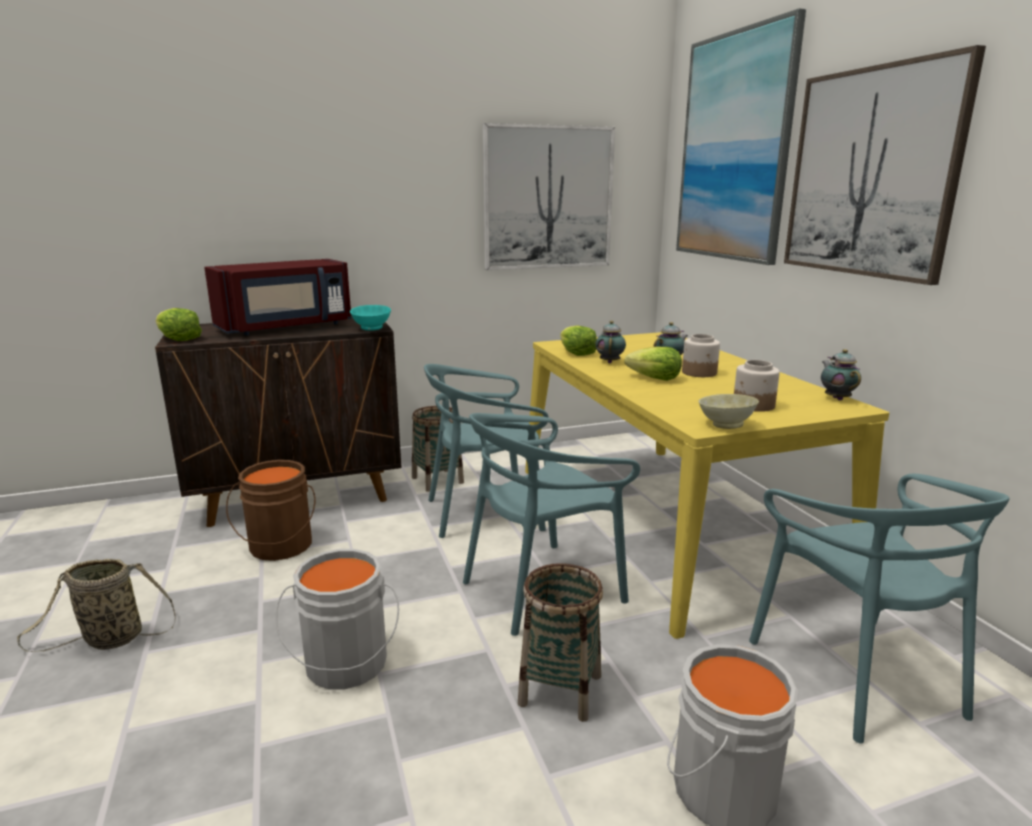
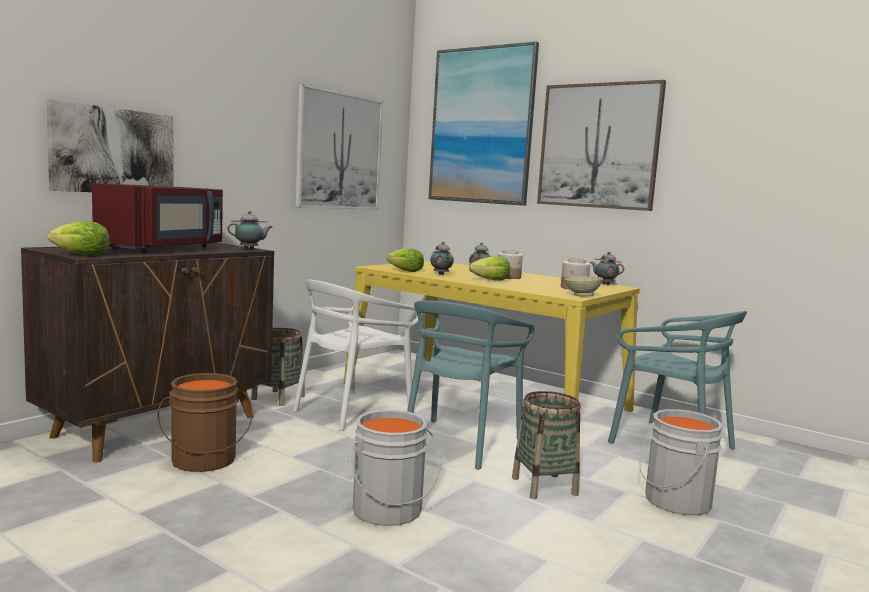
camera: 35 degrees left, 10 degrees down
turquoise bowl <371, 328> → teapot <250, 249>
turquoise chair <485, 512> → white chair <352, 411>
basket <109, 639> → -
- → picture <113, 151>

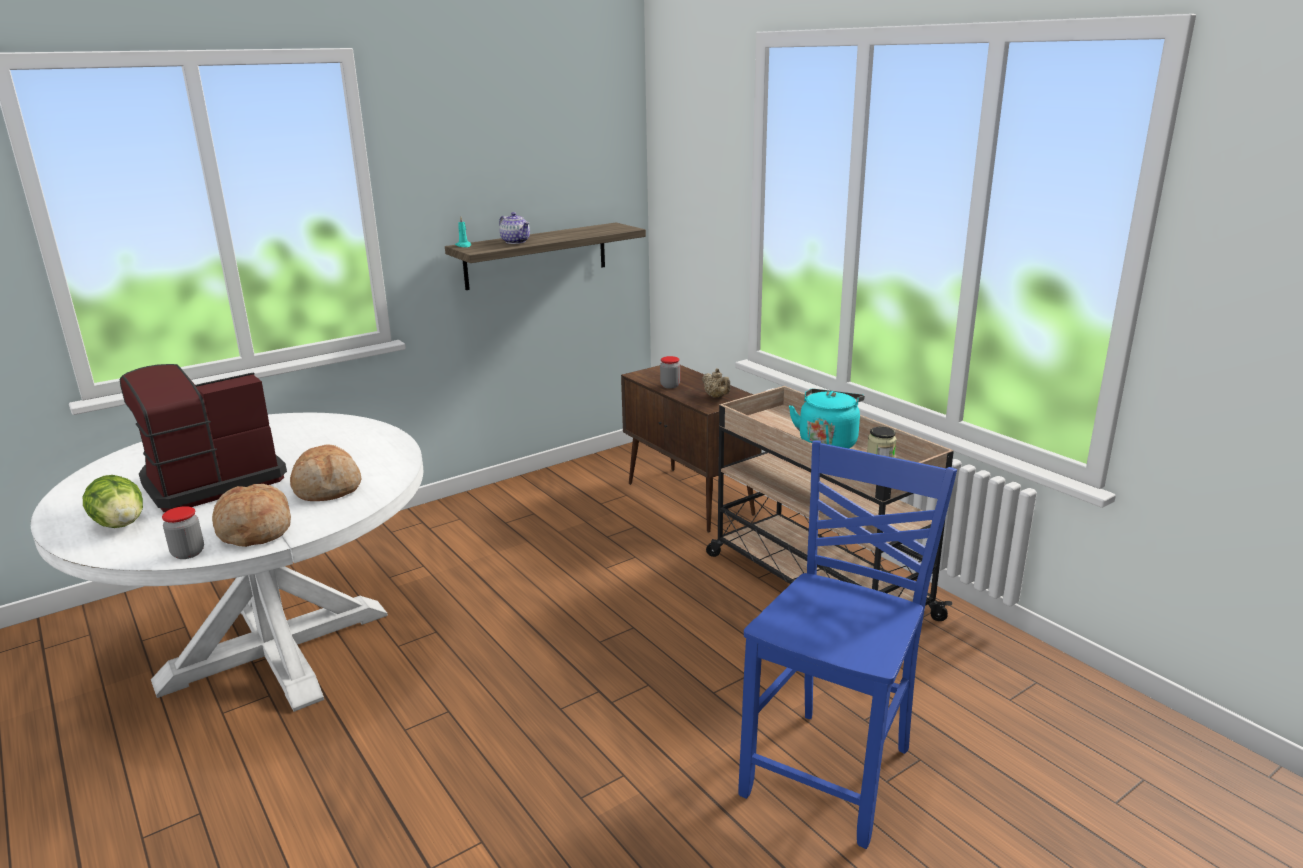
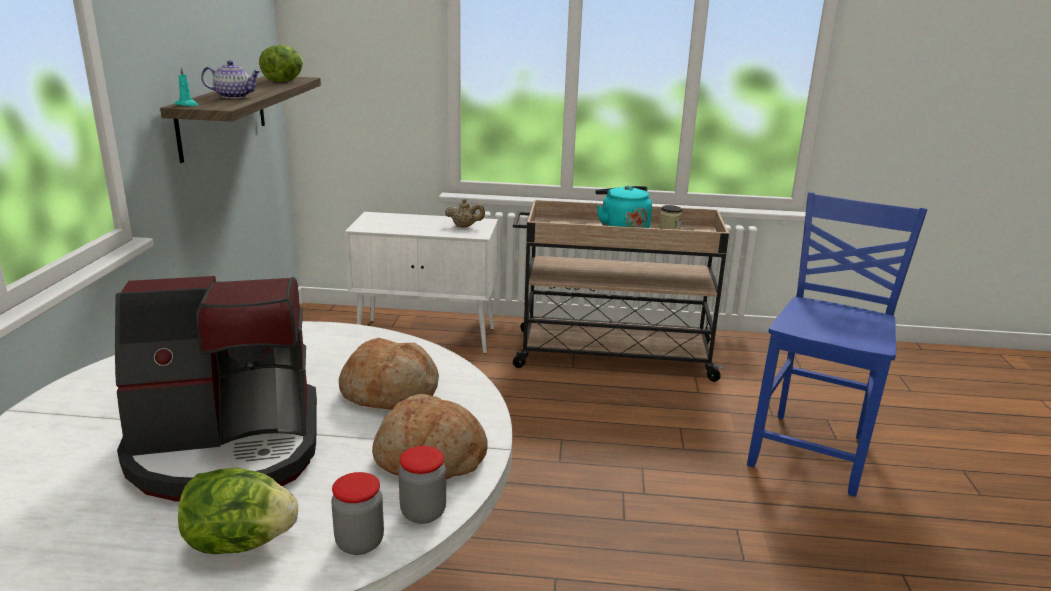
camera: 50 degrees left, 0 degrees up
jar <670, 386> → jar <359, 542>, relocated
coffee machine <211, 481> → coffee machine <227, 449>, 105 degrees counterclockwise
brown cabinet <690, 499> → white cabinet <427, 336>
blue chair <832, 772> → blue chair <812, 451>, 45 degrees clockwise
- → lettuce <284, 81>

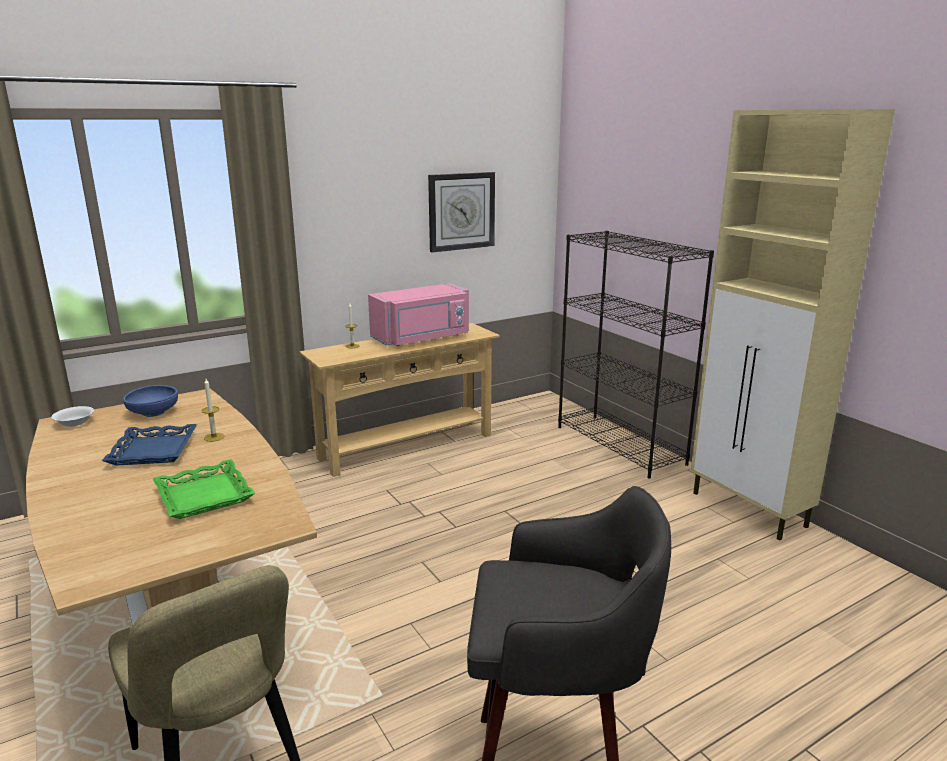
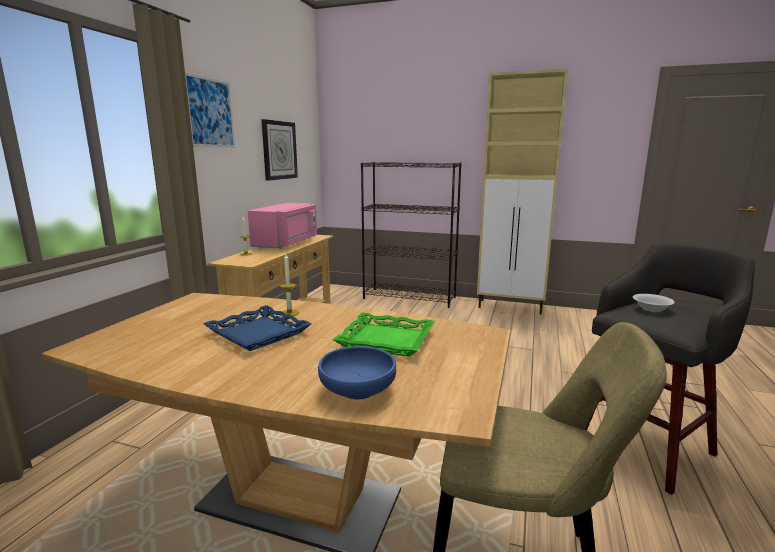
camera: 40 degrees left, 5 degrees down
blue bowl <153, 412> → blue bowl <358, 390>, relocated
white bowl <75, 423> → white bowl <652, 309>, relocated
- → picture <210, 113>

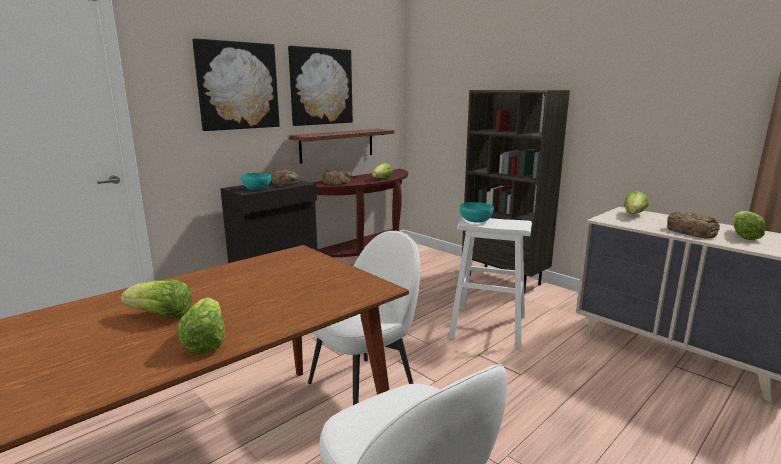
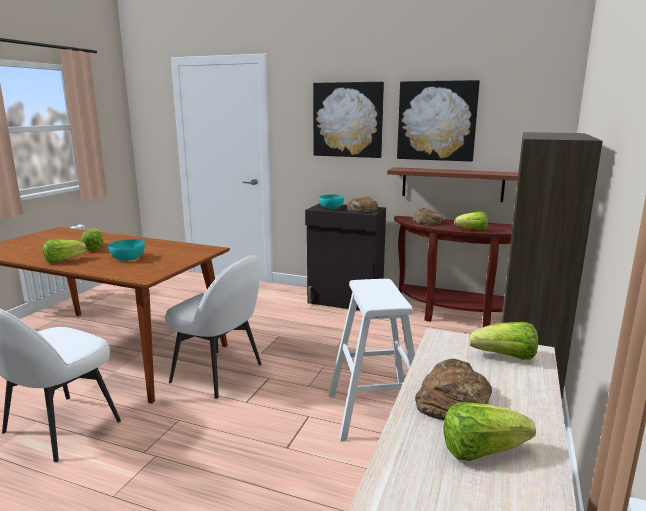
camera: 65 degrees right, 0 degrees up
turquoise bowl <475, 220> → turquoise bowl <128, 258>, relocated

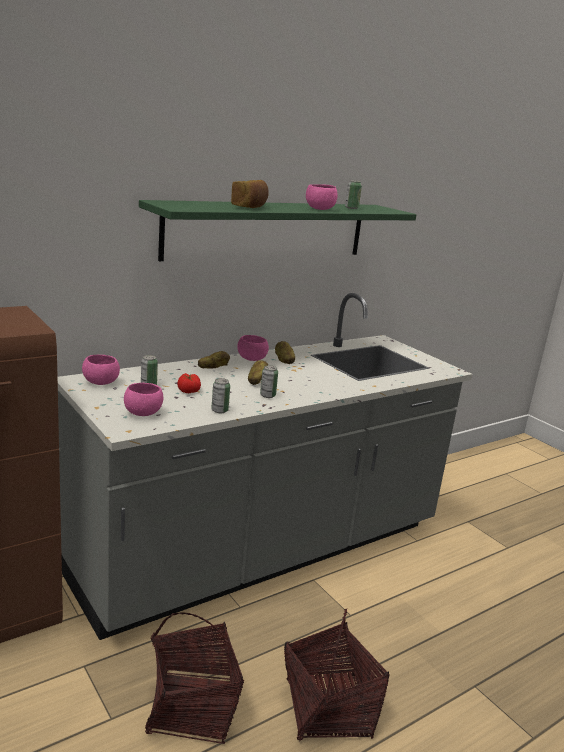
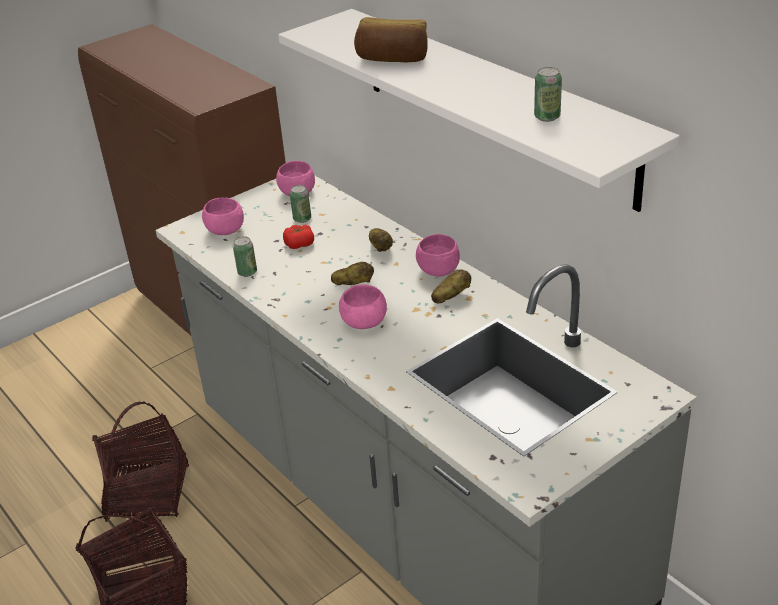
camera: 90 degrees right, 15 degrees up
pink bowl <319, 209> → pink bowl <364, 322>, relocated
green shelf <268, 230> → white shelf <492, 103>
can <267, 395> → -

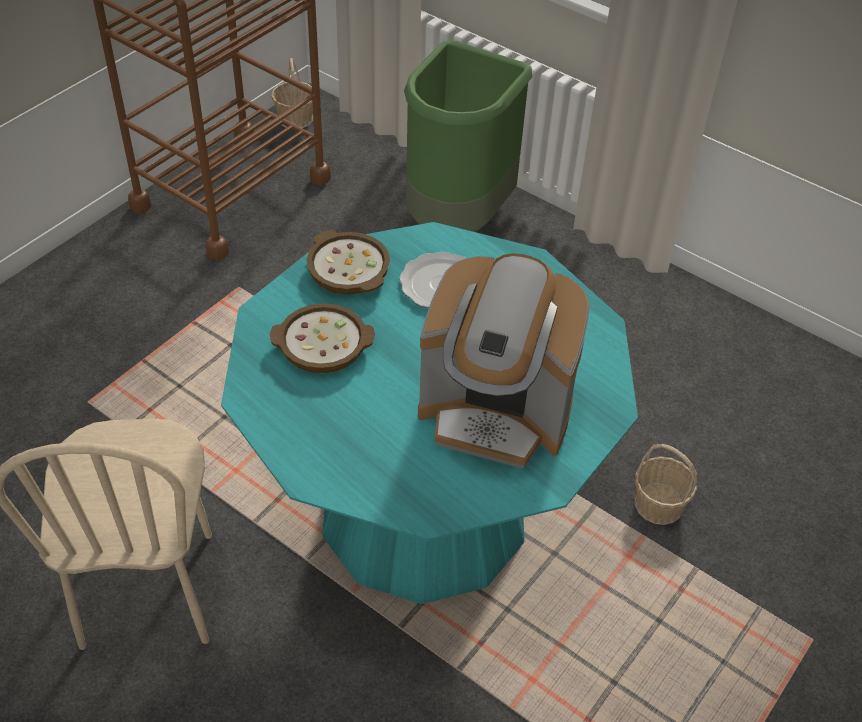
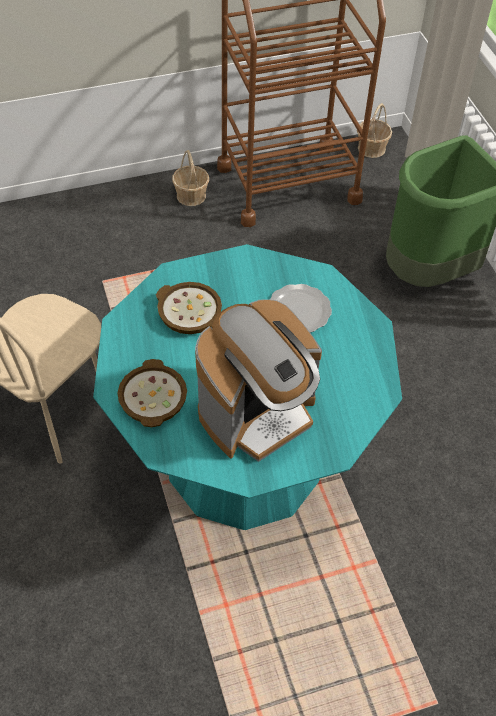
camera: 35 degrees right, 5 degrees up
bowl <348, 271> → bowl <152, 399>, relocated
coffee machine <496, 413> → coffee machine <258, 414>, 90 degrees counterclockwise
basket <658, 503> → basket <191, 195>, relocated

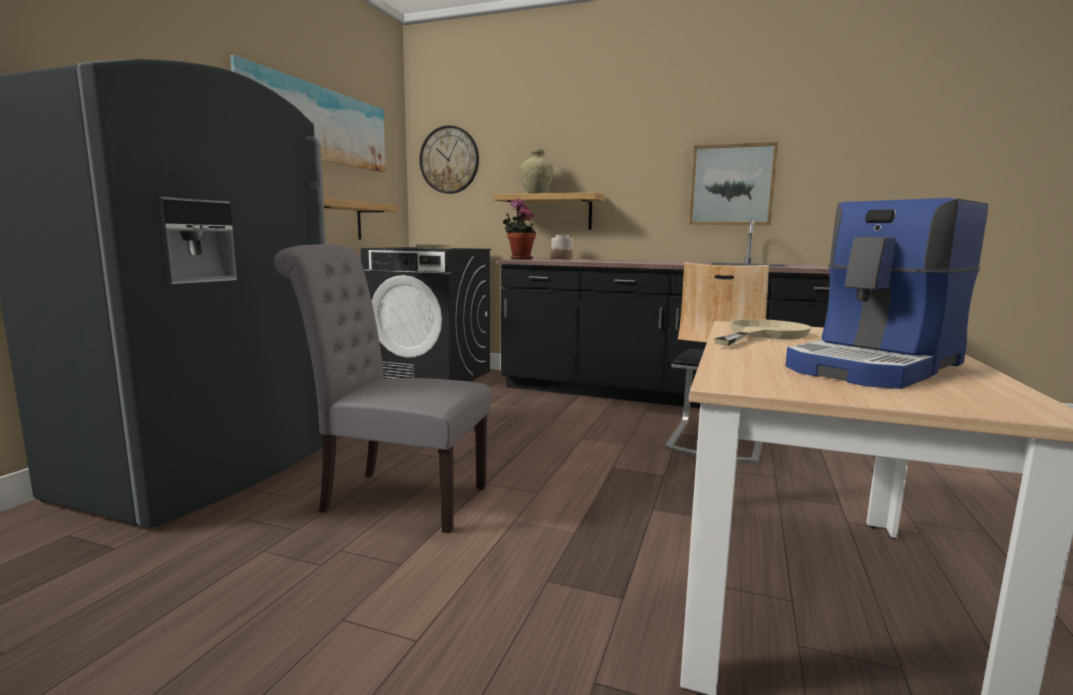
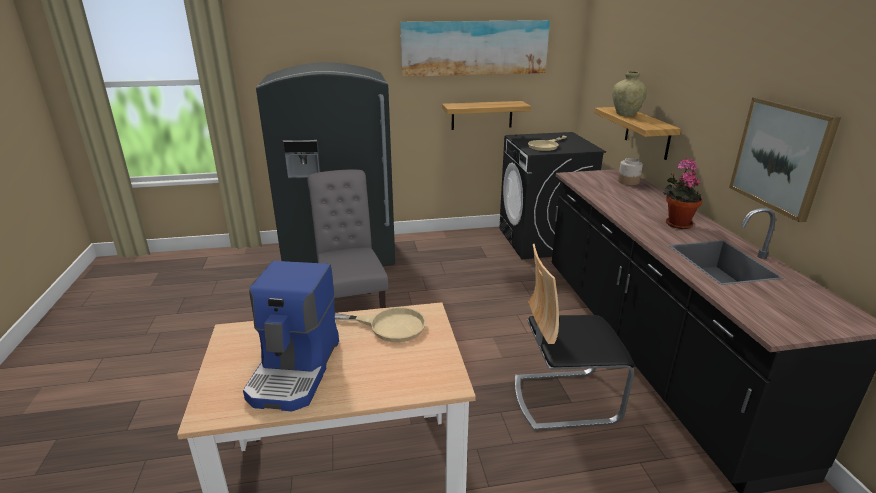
camera: 60 degrees right, 15 degrees up
wall clock <449, 160> → -
potted plant <519, 259> → potted plant <676, 223>, relocated
coffee machine <877, 367> → coffee machine <296, 370>, 105 degrees counterclockwise

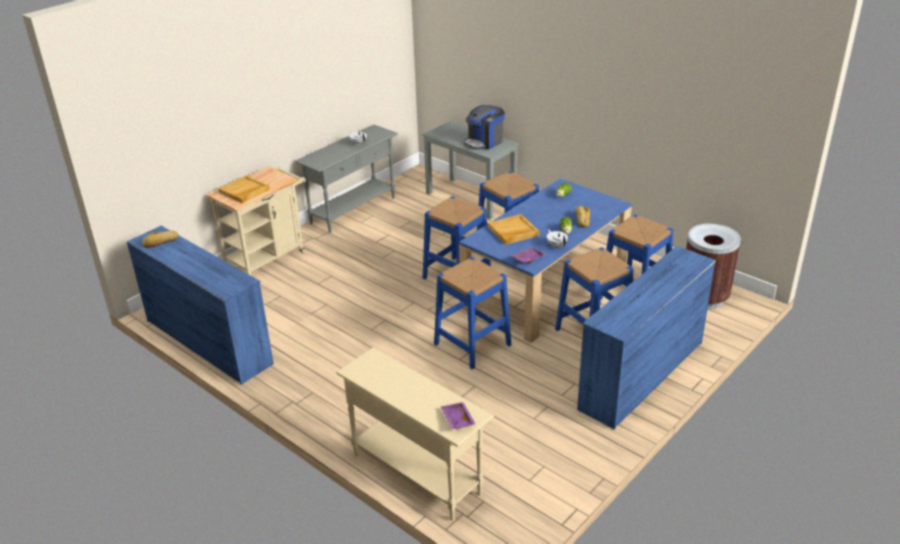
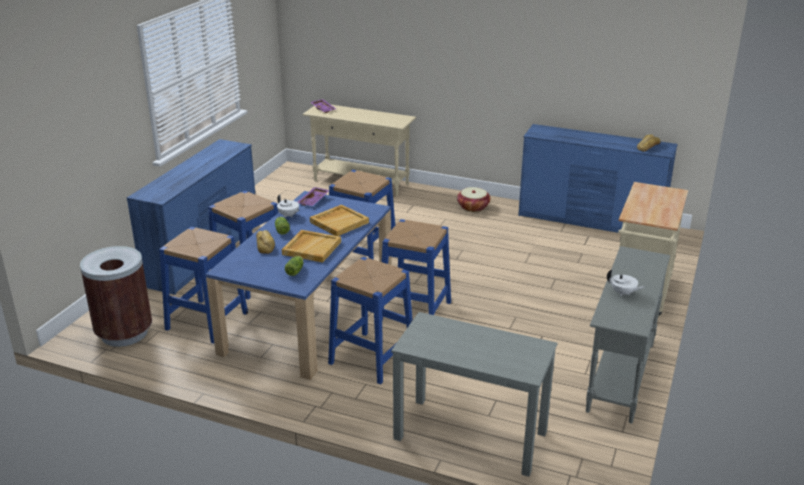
camera: 160 degrees right, 5 degrees down
coffee machine <484, 142> → -
beige tray <244, 191> → beige tray <311, 248>, relocated
- → basket <473, 207>

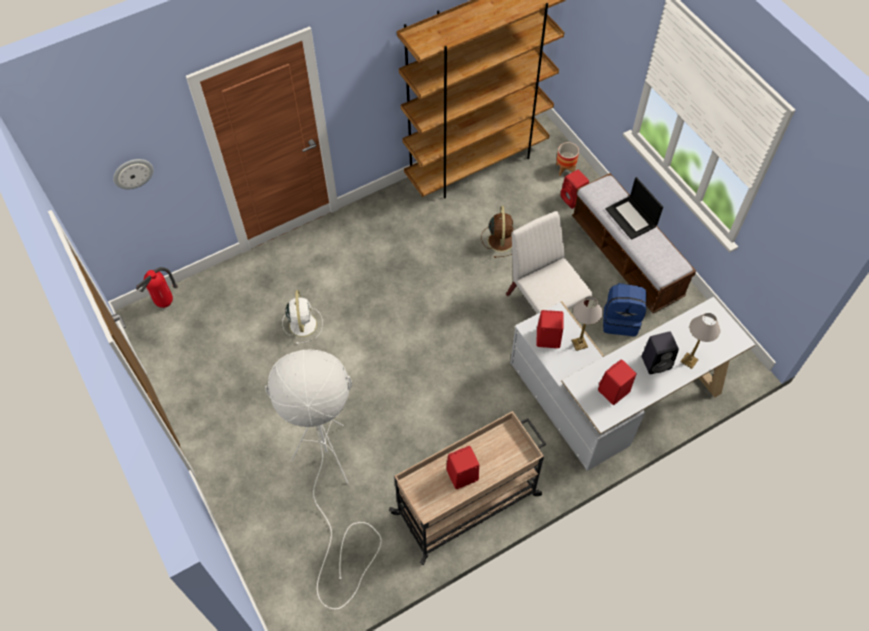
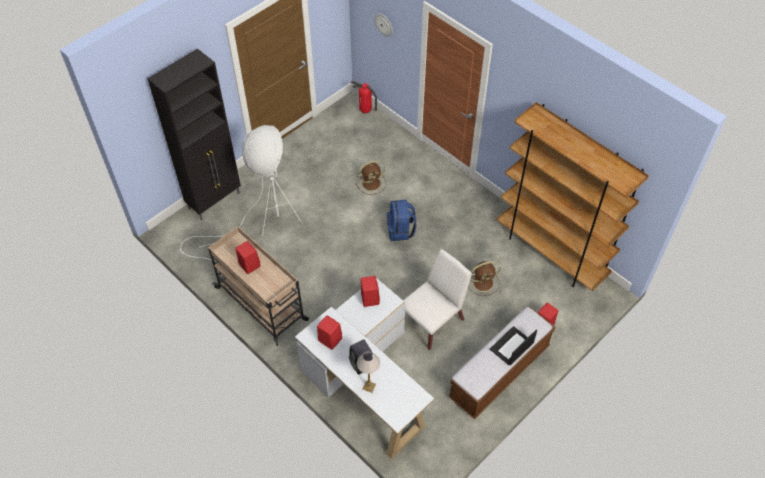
camera: 75 degrees right, 5 degrees down
planter <565, 169> → -
blue backpack <621, 320> → blue backpack <401, 230>, relocated
white fan <303, 323> → brown fan <372, 183>
table lamp <579, 343> → -
- → black cabinet <215, 200>

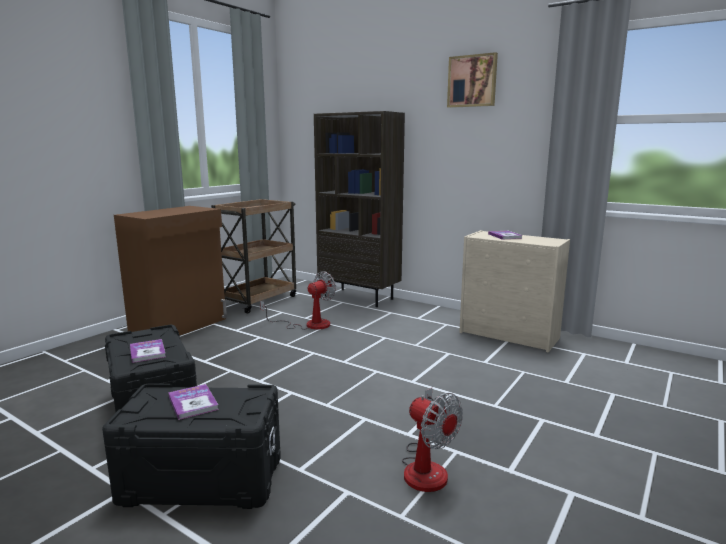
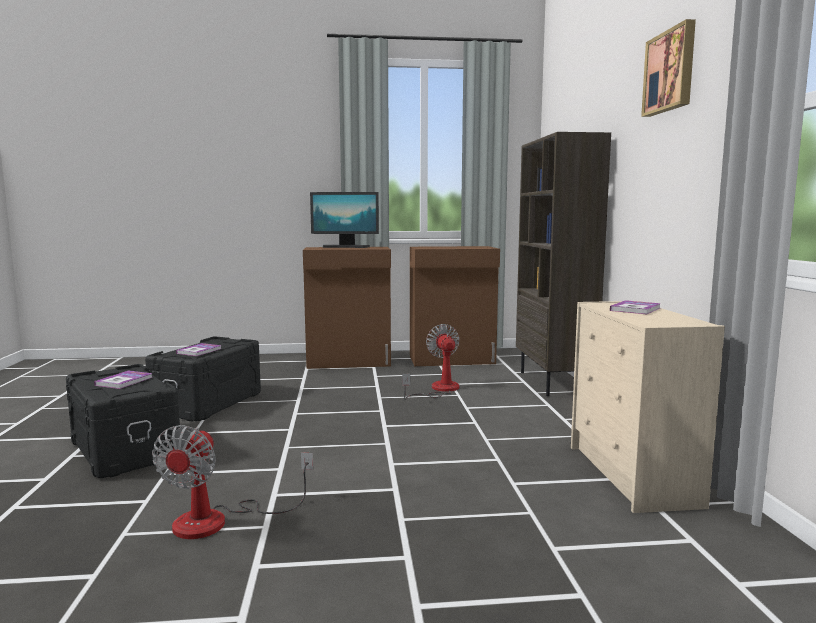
camera: 50 degrees right, 5 degrees down
brown cart <258, 300> → brown cabinet <452, 360>
fan <309, 325> → fan <438, 390>, 105 degrees counterclockwise
- → monitor <345, 247>

